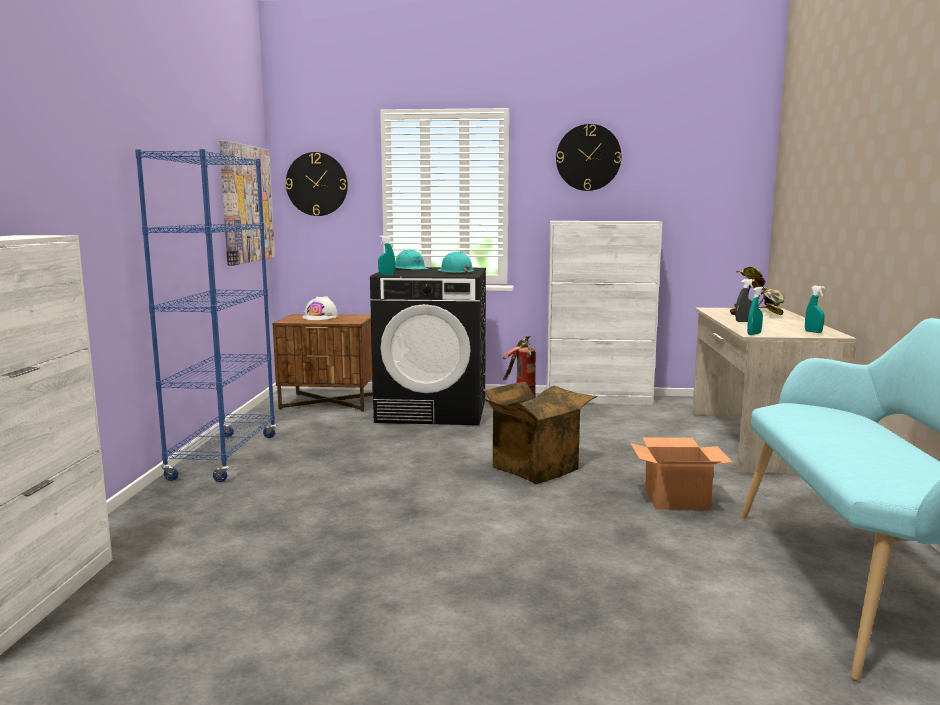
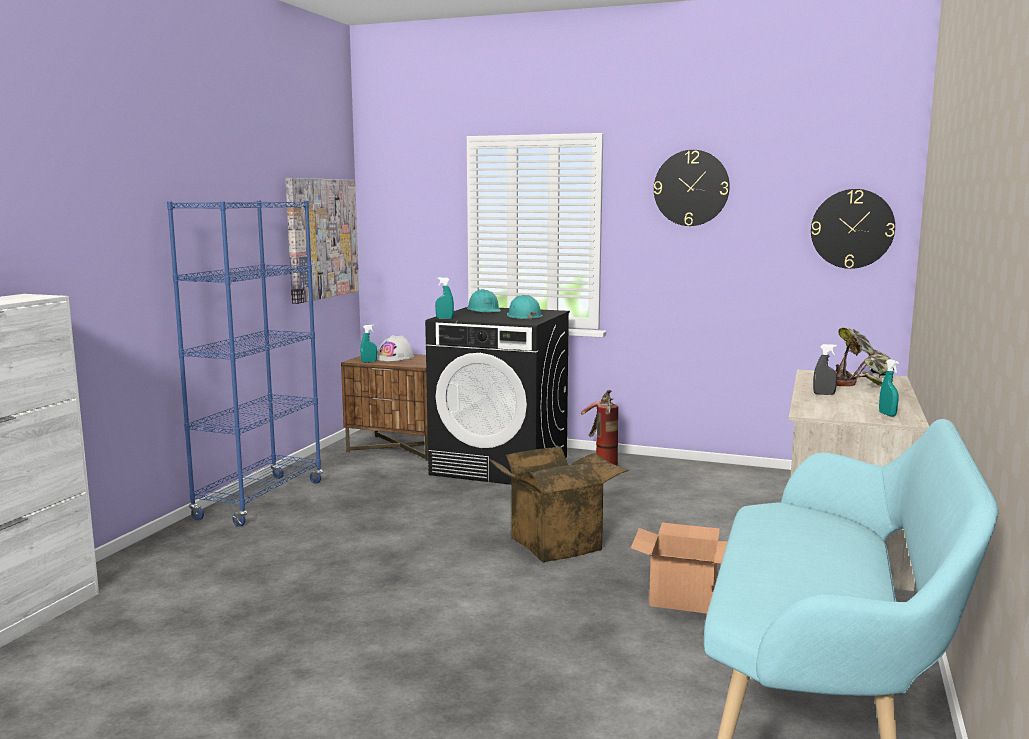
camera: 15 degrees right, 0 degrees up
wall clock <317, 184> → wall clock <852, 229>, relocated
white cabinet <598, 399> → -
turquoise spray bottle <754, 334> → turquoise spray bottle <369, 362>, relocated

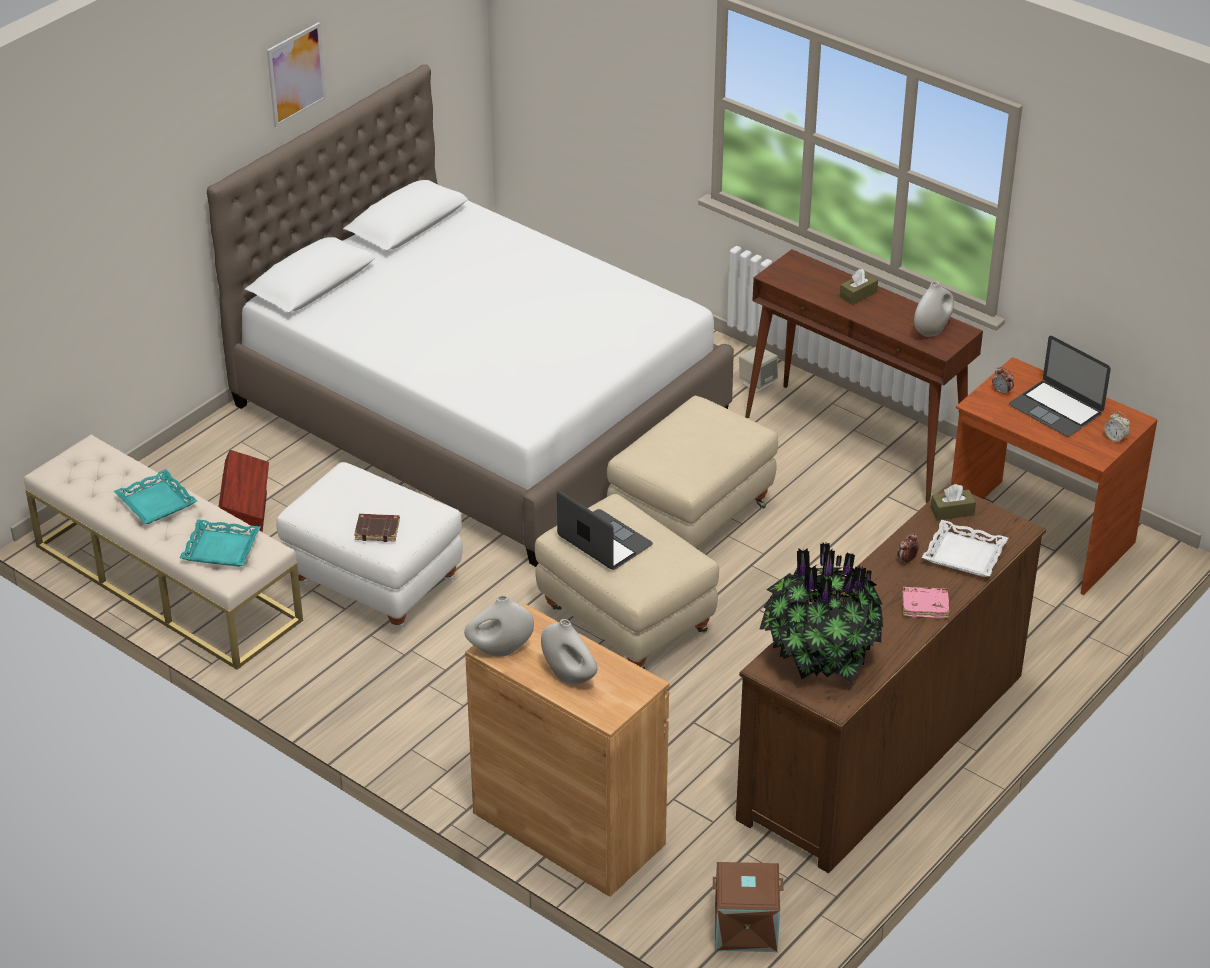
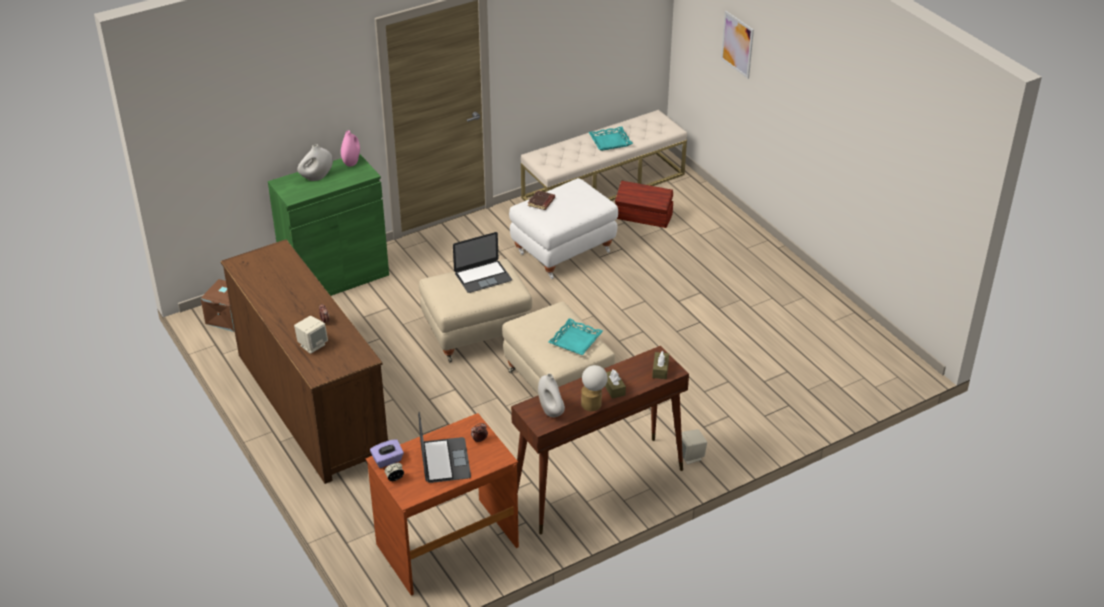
camera: 110 degrees right, 0 degrees up
picture <296, 74> → picture <737, 44>, relocated
white bed <480, 410> → -
laptop <1056, 409> → laptop <445, 460>, 105 degrees clockwise
brown tissue box <952, 511> → brown tissue box <660, 370>, relocated
turquoise tray <221, 548> → turquoise tray <576, 340>, relocated
white tray <964, 555> → beige speaker <312, 345>
potted plant <819, 656> → -
pink book <925, 605> → -
white vase <500, 650> → pink vase <351, 162>
brown cabinet <568, 828> → green cabinet <335, 277>
- → table lamp <593, 403>
- → purple tissue box <387, 460>

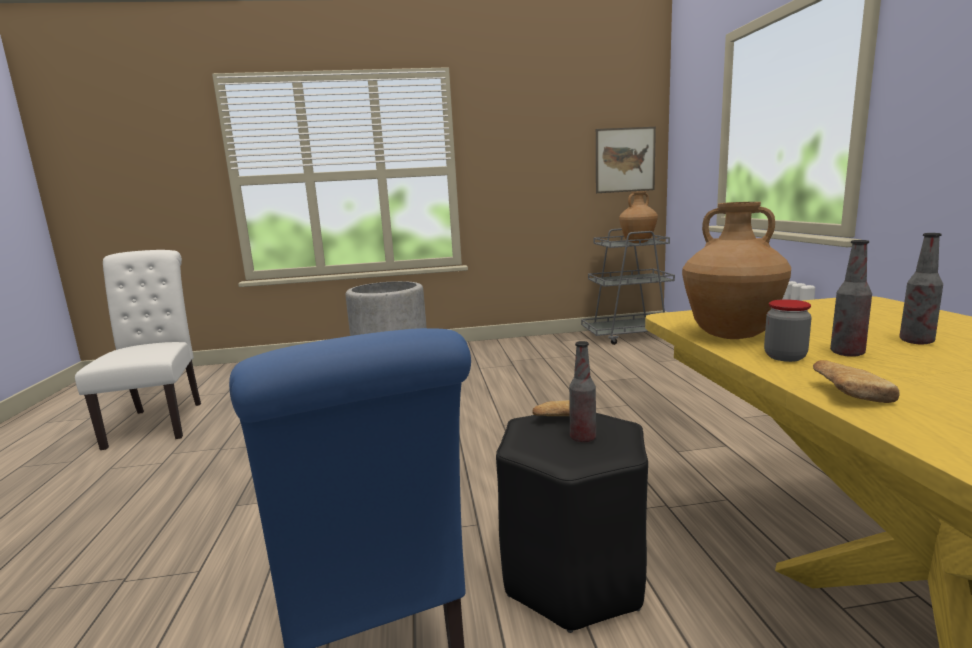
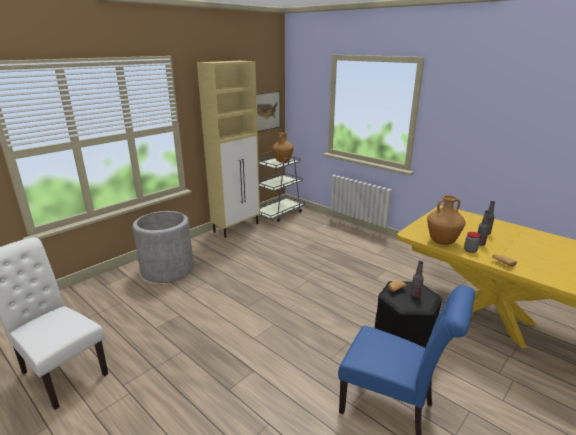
camera: 40 degrees left, 10 degrees up
- → beige cabinet <237, 227>

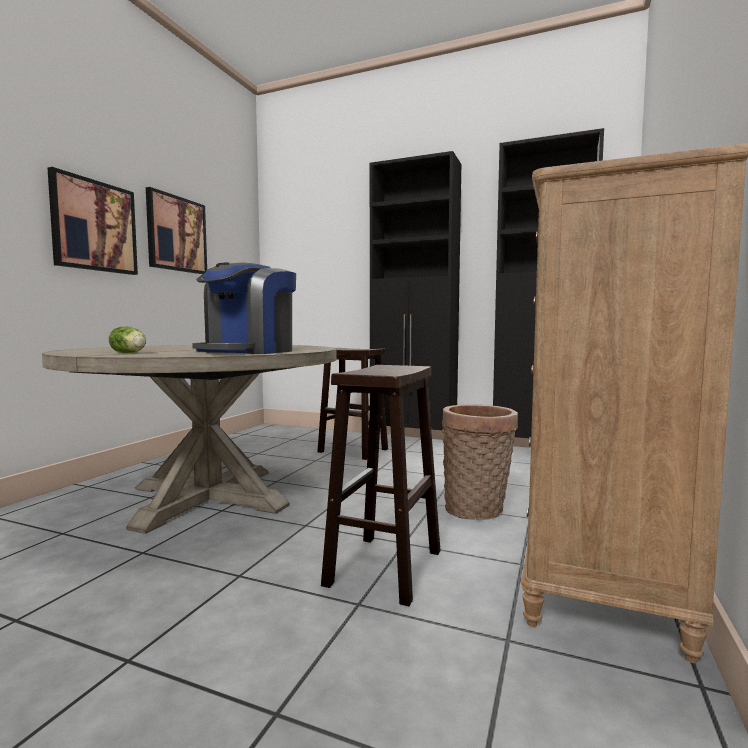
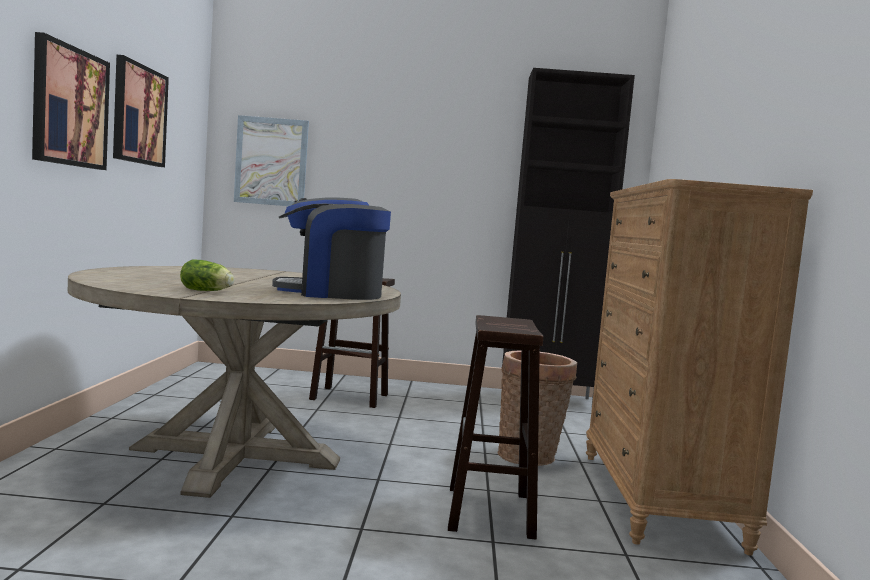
camera: 20 degrees left, 0 degrees up
black cabinet <414, 442> → -
coffee machine <248, 352> → coffee machine <331, 293>, 75 degrees clockwise
- → picture <271, 161>

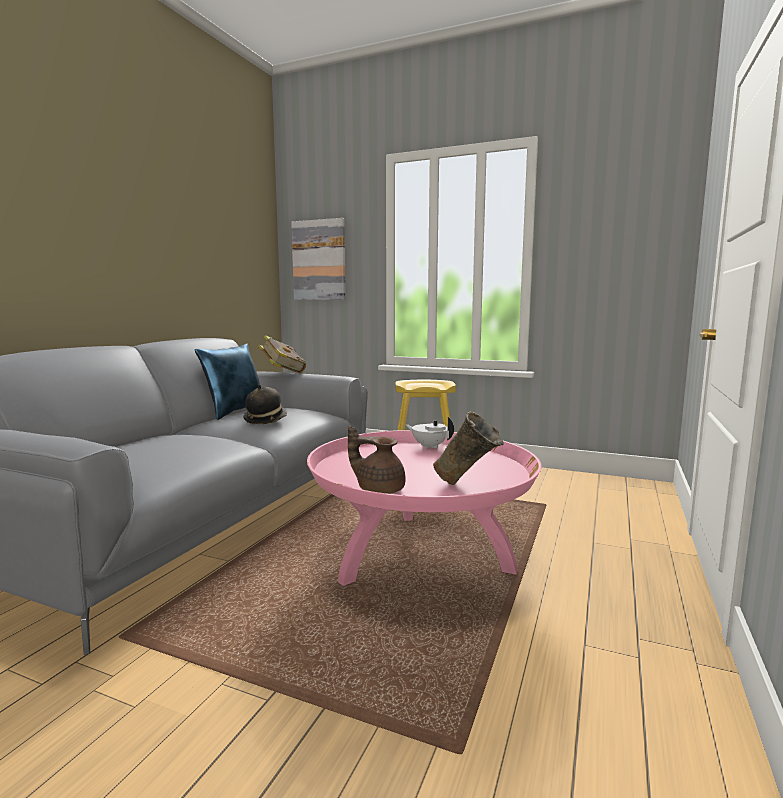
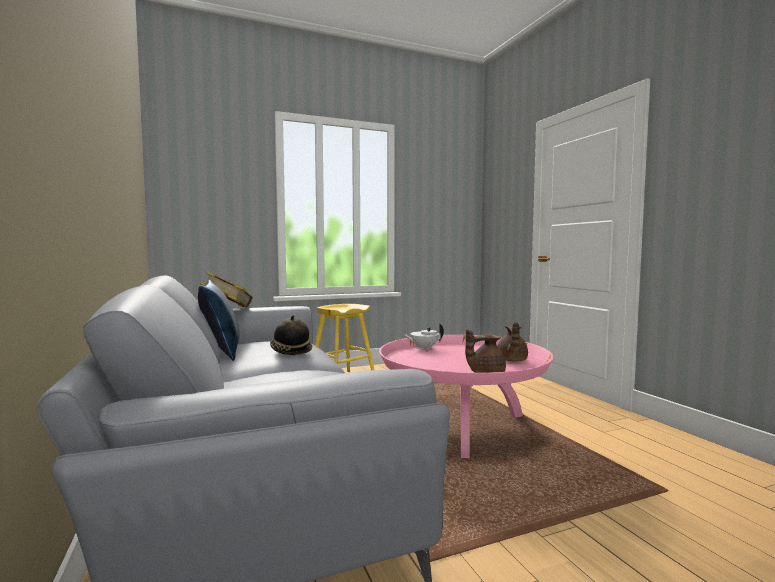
camera: 45 degrees left, 5 degrees down
picture <319, 260> → -
beige vase <468, 485> → brown teapot <511, 360>

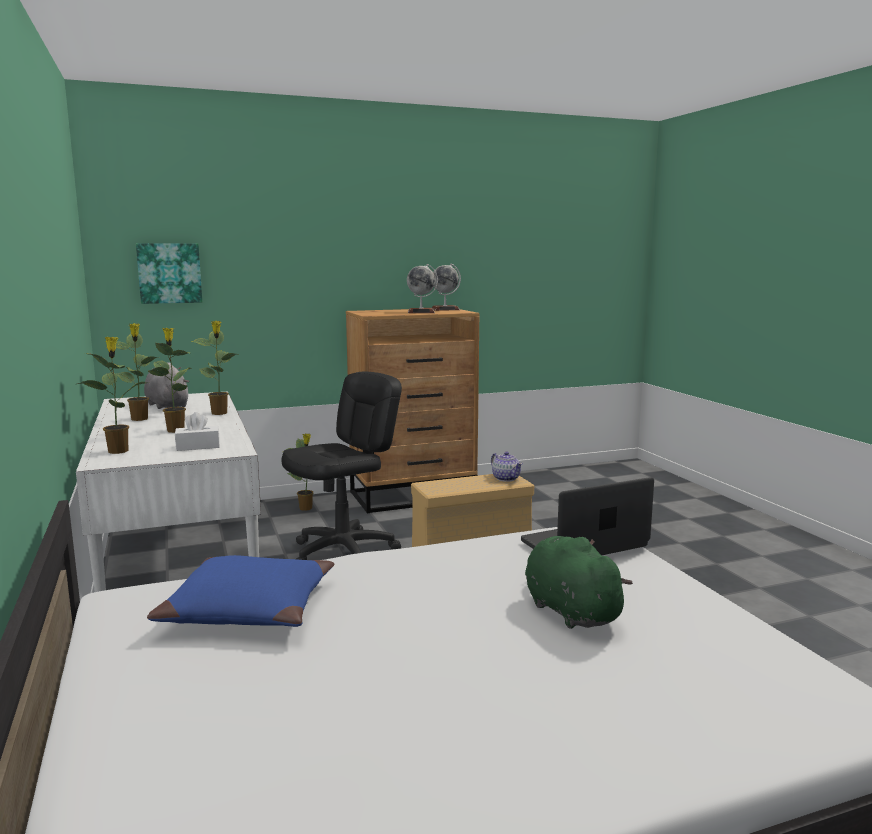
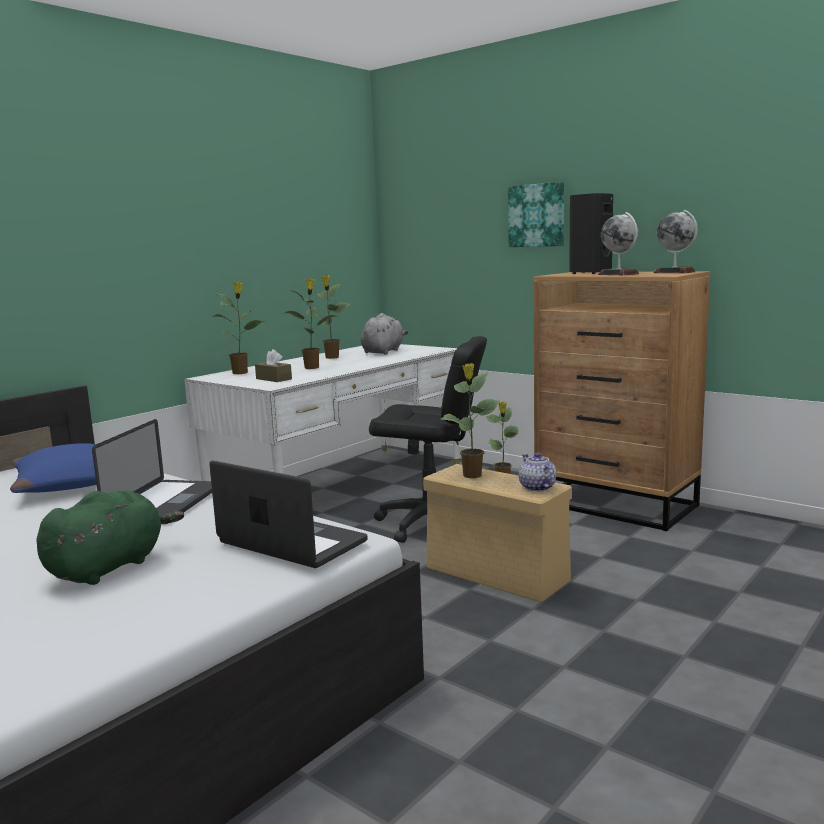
camera: 60 degrees right, 0 degrees up
picture <169, 273> → picture <537, 215>, relocated
potted plant <220, 413> → potted plant <472, 475>, relocated
white tissue box <198, 446> → brown tissue box <273, 379>
teapot <506, 478> → teapot <537, 488>, 135 degrees clockwise
- → black speaker <589, 273>
- → laptop <164, 503>

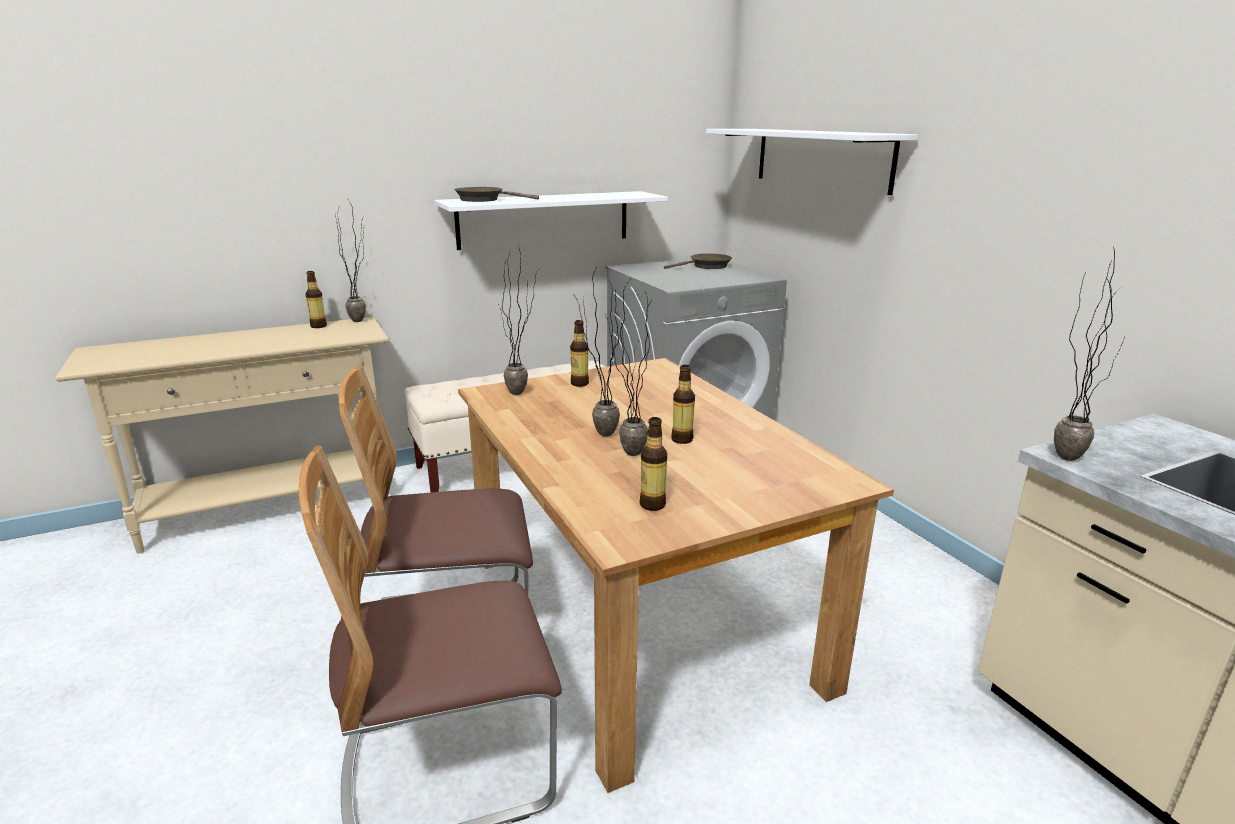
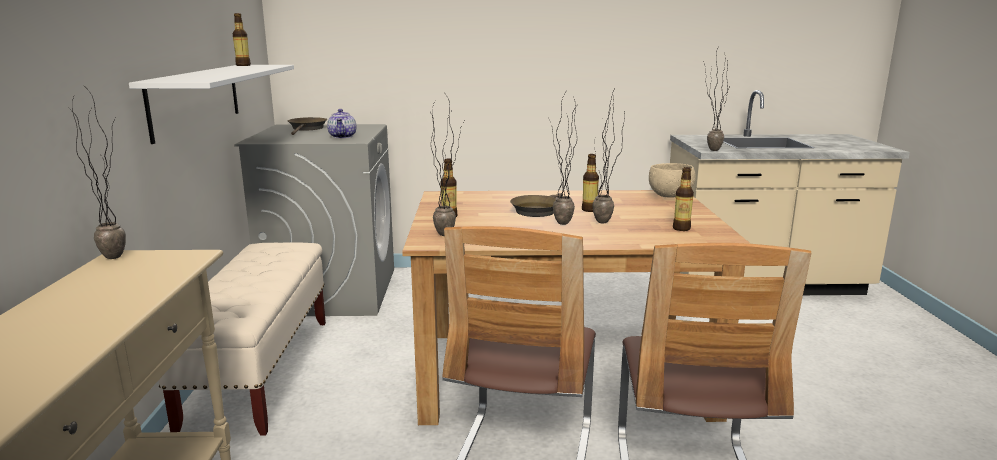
camera: 65 degrees left, 5 degrees down
white shelf <821, 158> → -
brown frying pan <484, 200> → brown frying pan <537, 210>, relocated
bottle <318, 326> → bottle <243, 65>, relocated
- → teapot <343, 136>
- → beige bowl <670, 196>

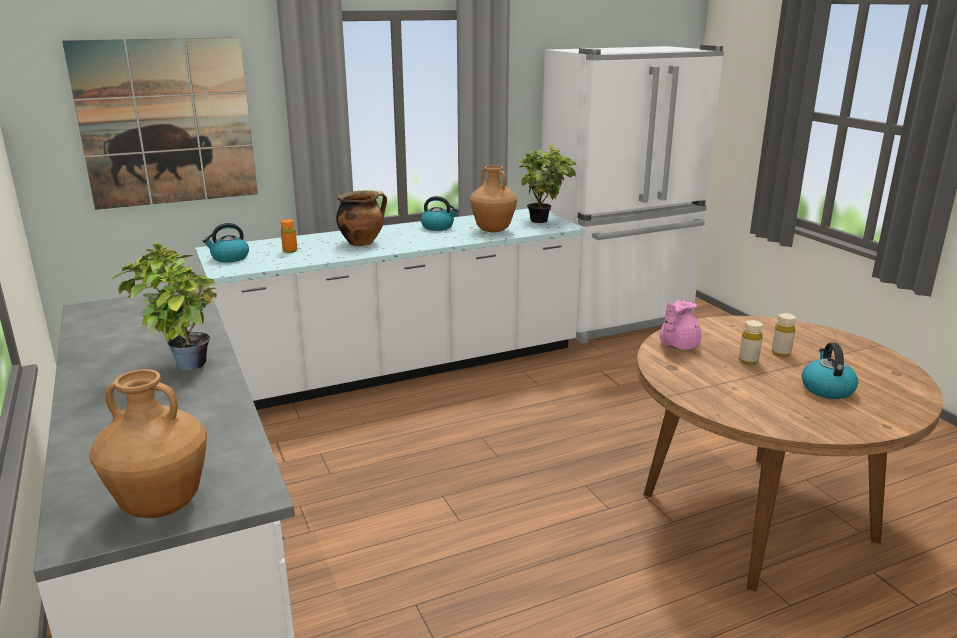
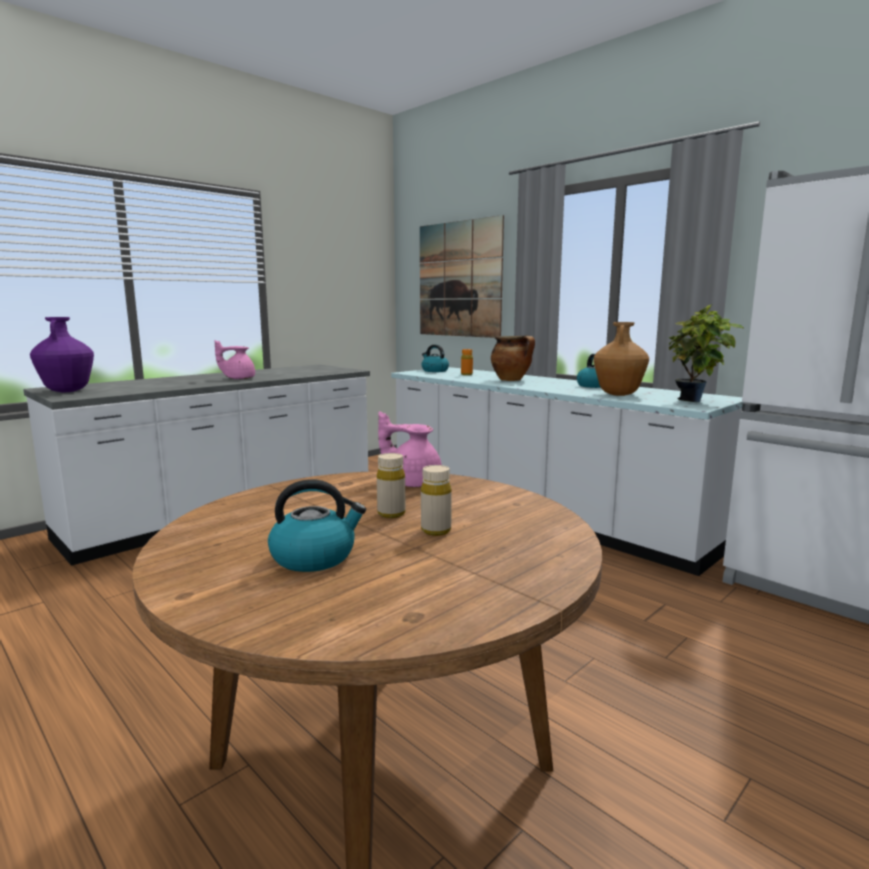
camera: 70 degrees right, 10 degrees down
potted plant <183, 365> → pink teapot <238, 378>
brown vase <162, 506> → purple vase <67, 391>

